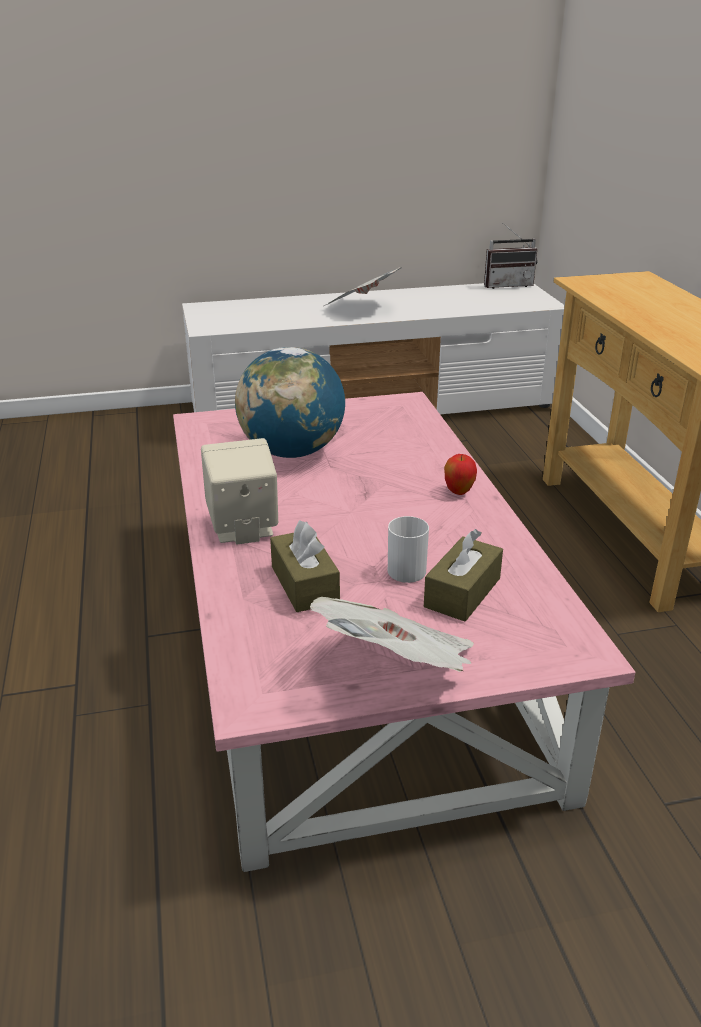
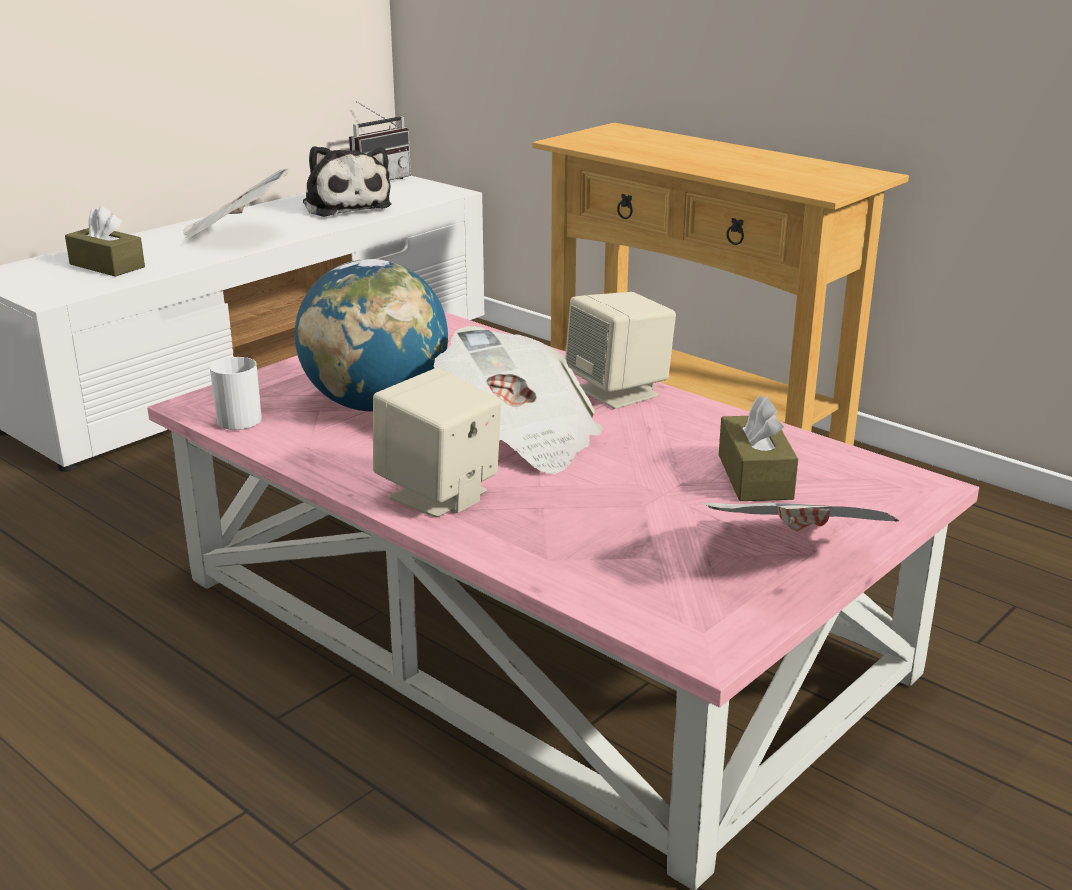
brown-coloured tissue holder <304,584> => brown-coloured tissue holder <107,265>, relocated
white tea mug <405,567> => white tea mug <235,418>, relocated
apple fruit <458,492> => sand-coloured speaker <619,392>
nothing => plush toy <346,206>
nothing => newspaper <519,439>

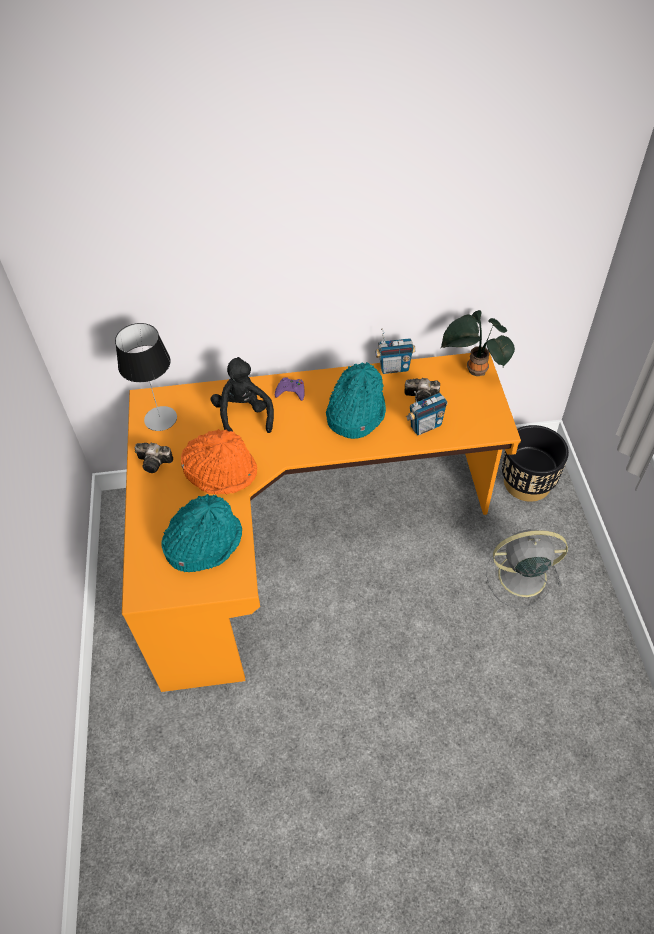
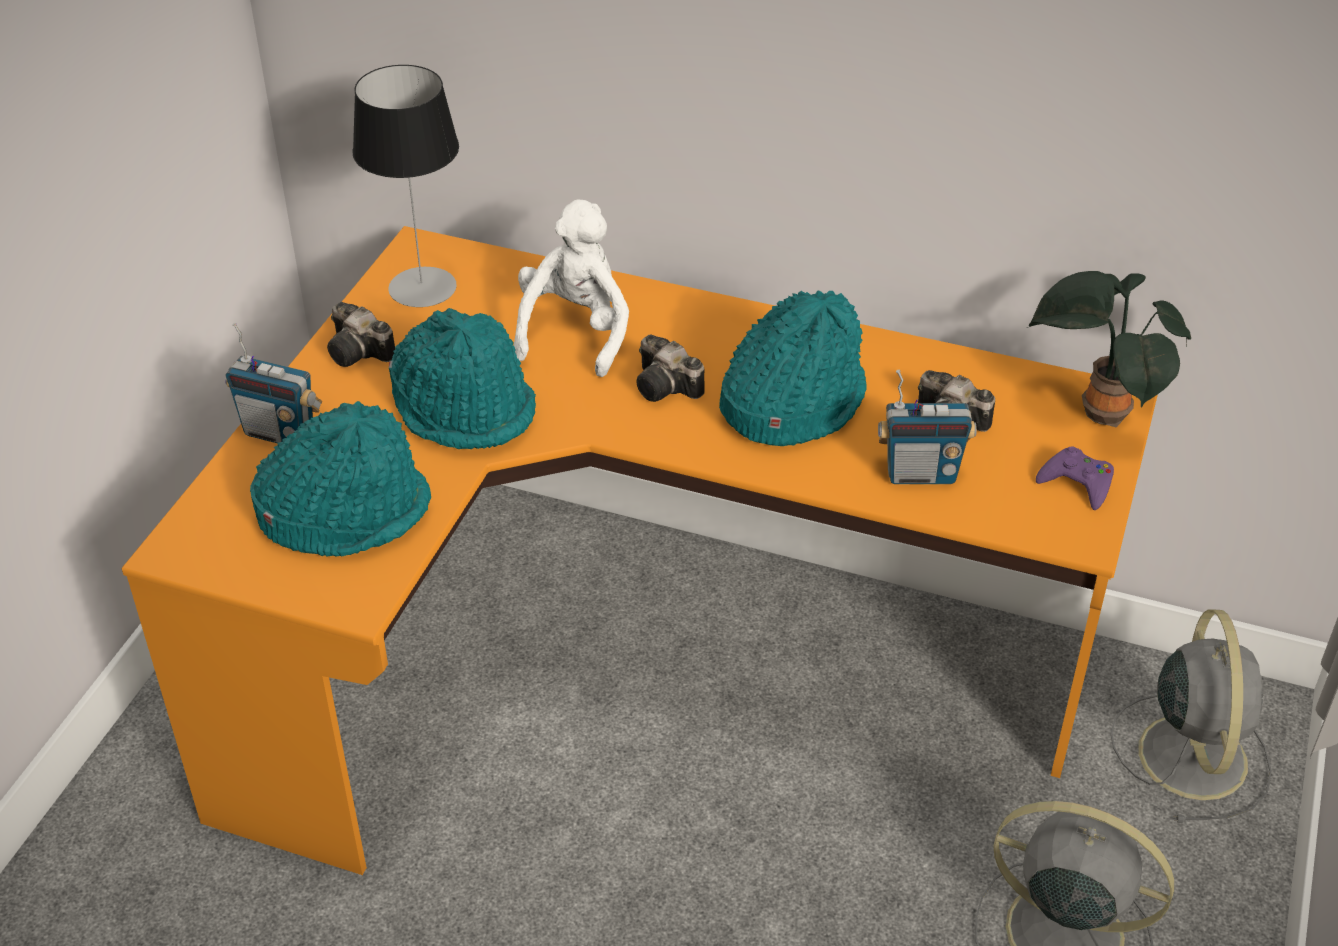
orangey clothing hat <221,471> => turquoise-coloured clothing hat <465,408>
black plush toy <244,415> => white plush toy <575,333>
purplish game controller <291,391> => purplish game controller <1077,483>, relocated
radio receiver <394,368> => radio receiver <280,433>, relocated
black flower pot <527,483> => grey electric fan <1191,753>
nothing => photo camera <668,387>

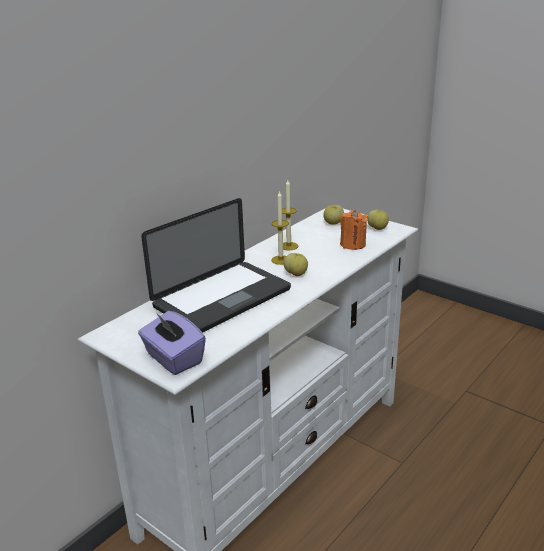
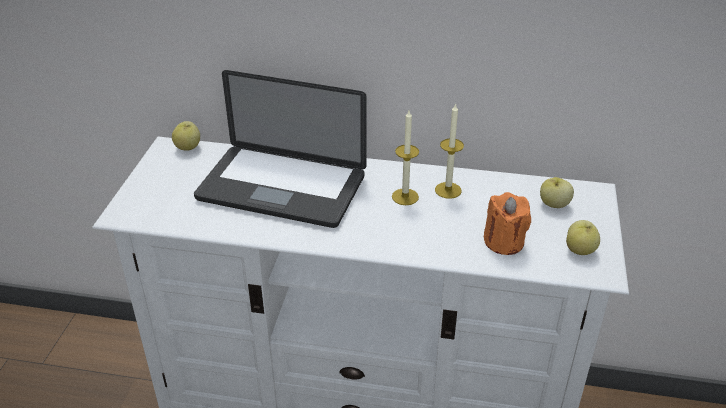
purplish tissue holder <173,359> => nothing
apple fruit <296,274> => apple fruit <188,147>, relocated

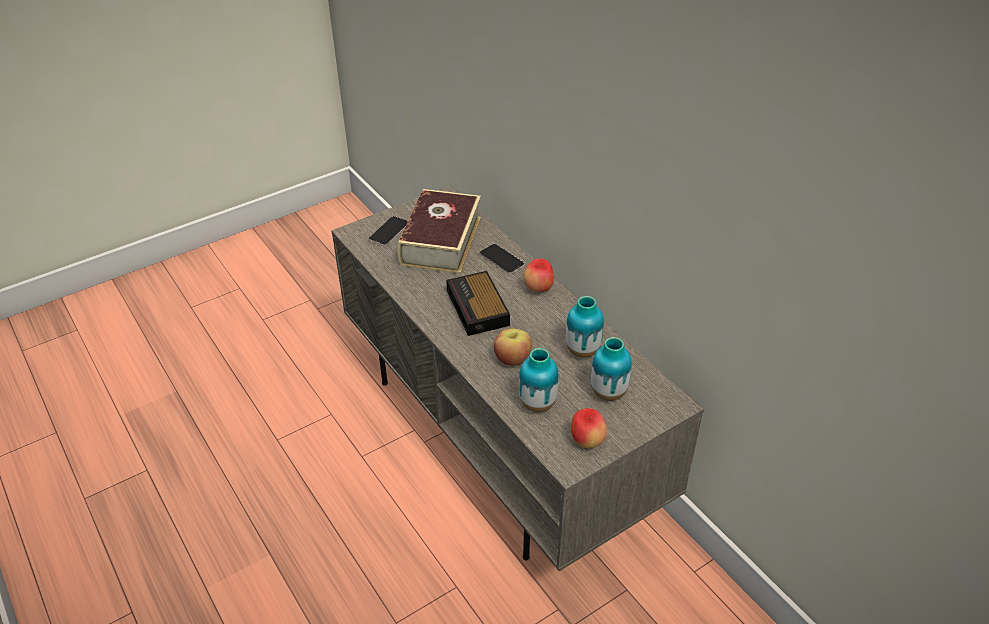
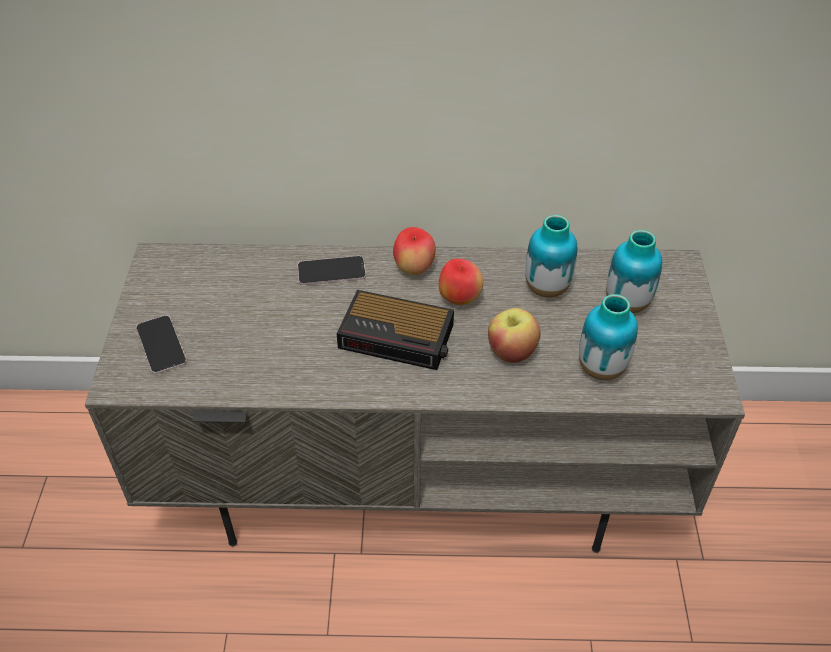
bound book <441,241> => nothing
apple fruit <587,441> => apple fruit <459,299>, relocated

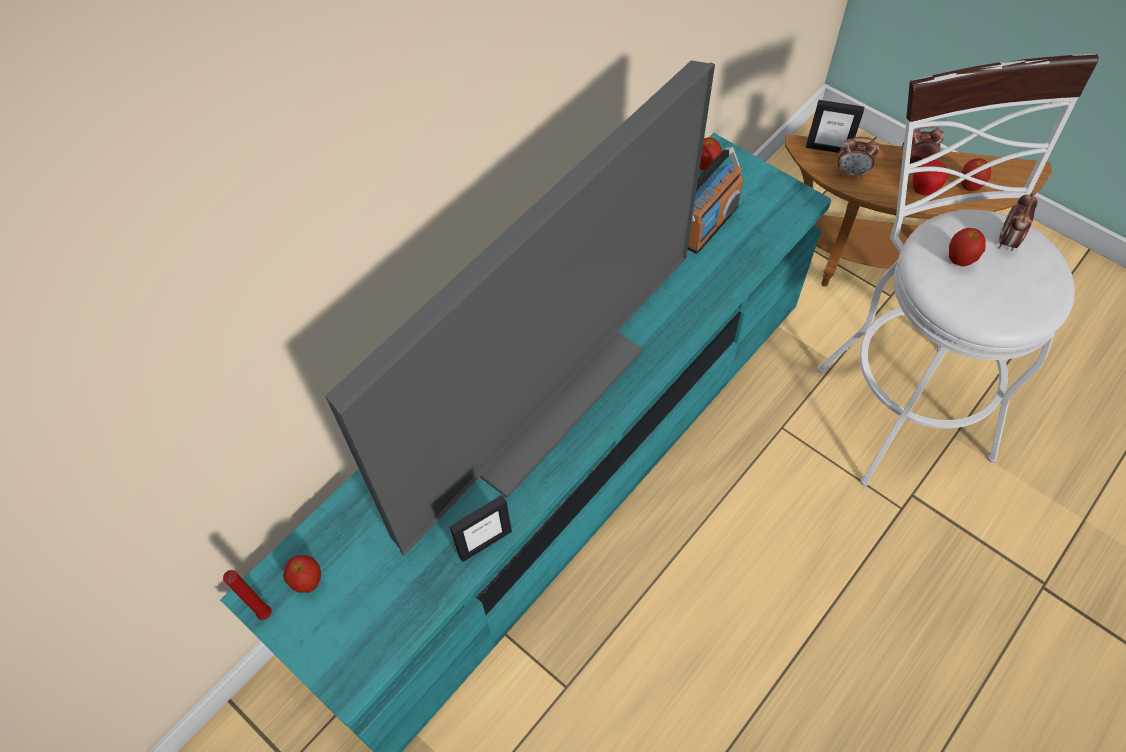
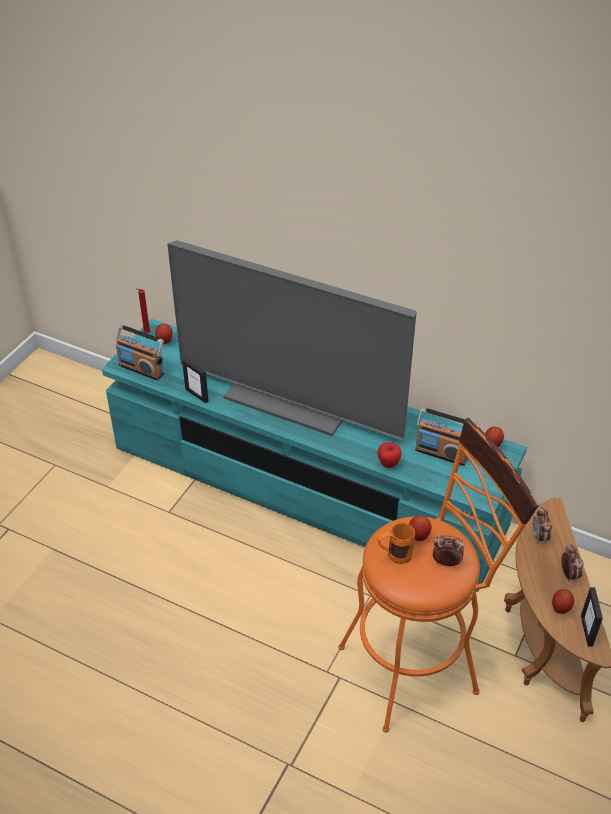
standing frame <827,148> => standing frame <587,631>, relocated
white sitting stool <897,399> => orangey sitting stool <418,664>
apple fruit <923,190> => apple fruit <388,464>, relocated
nothing => radio receiver <141,369>
nothing => orangey tea mug <394,556>

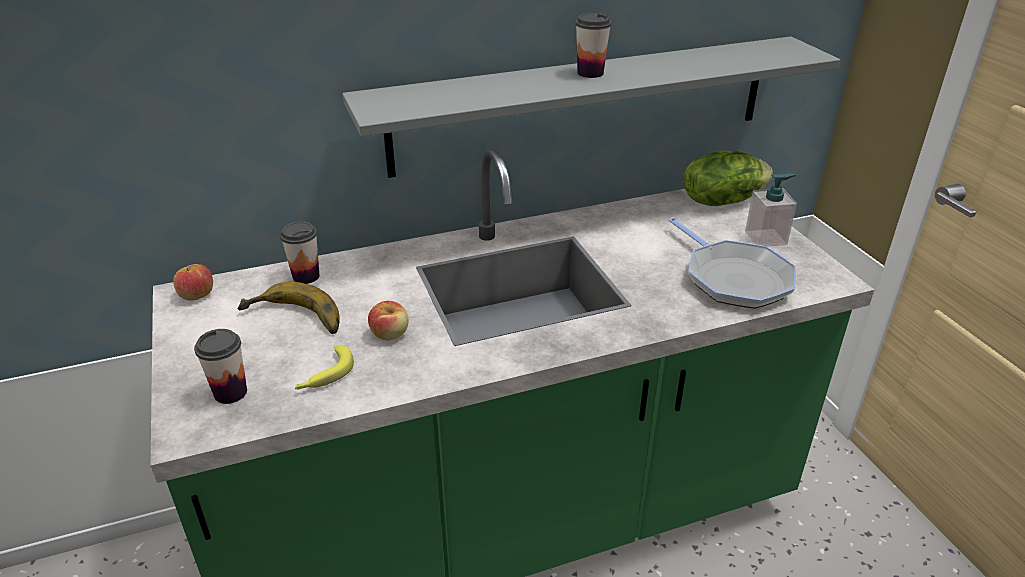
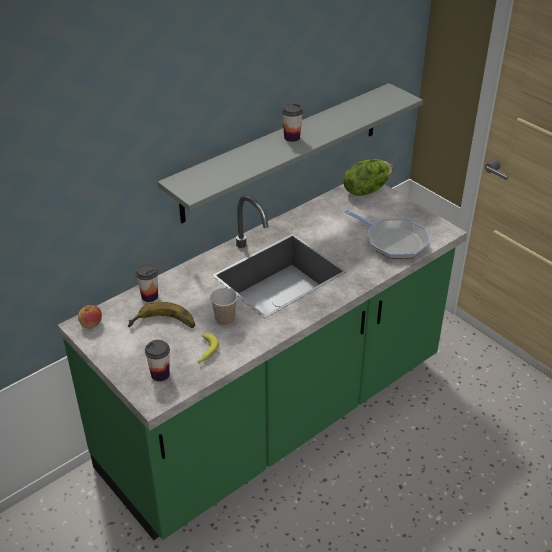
apple fruit <390,333> => drinking cup <225,319>
soap bottle <766,238> => nothing

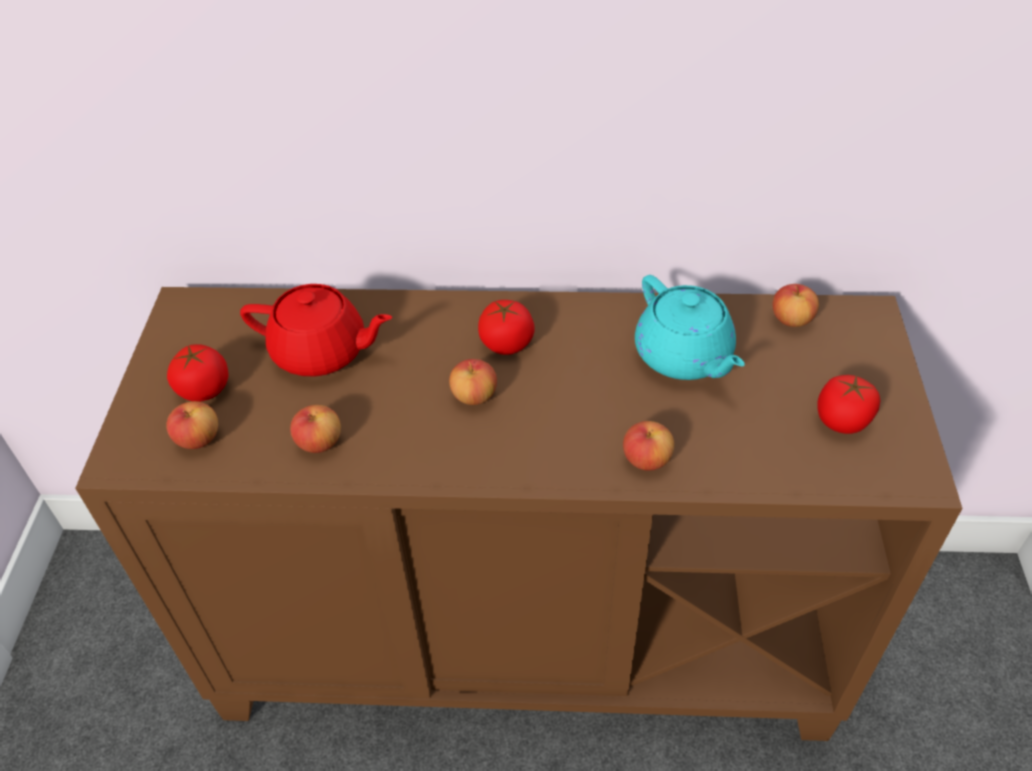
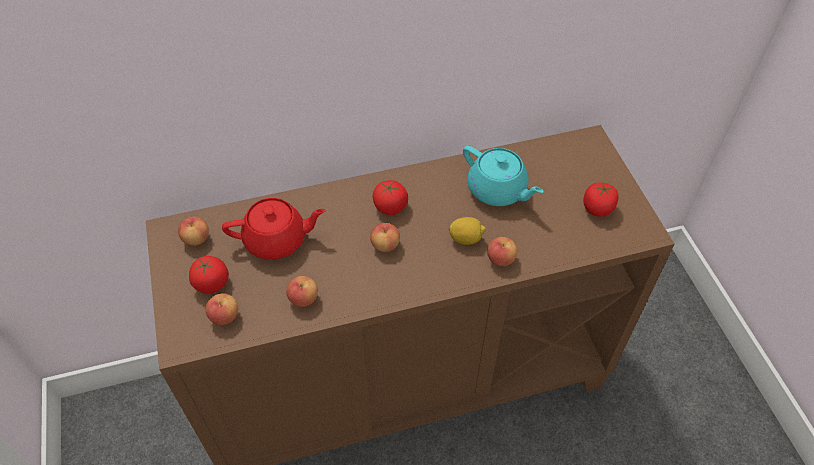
apple fruit <791,319> => apple fruit <196,239>, relocated
nothing => citrus fruit <466,239>

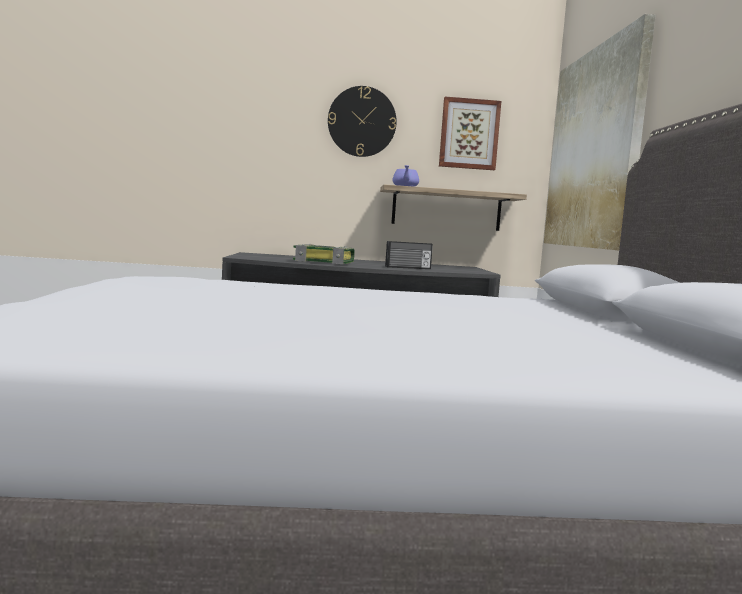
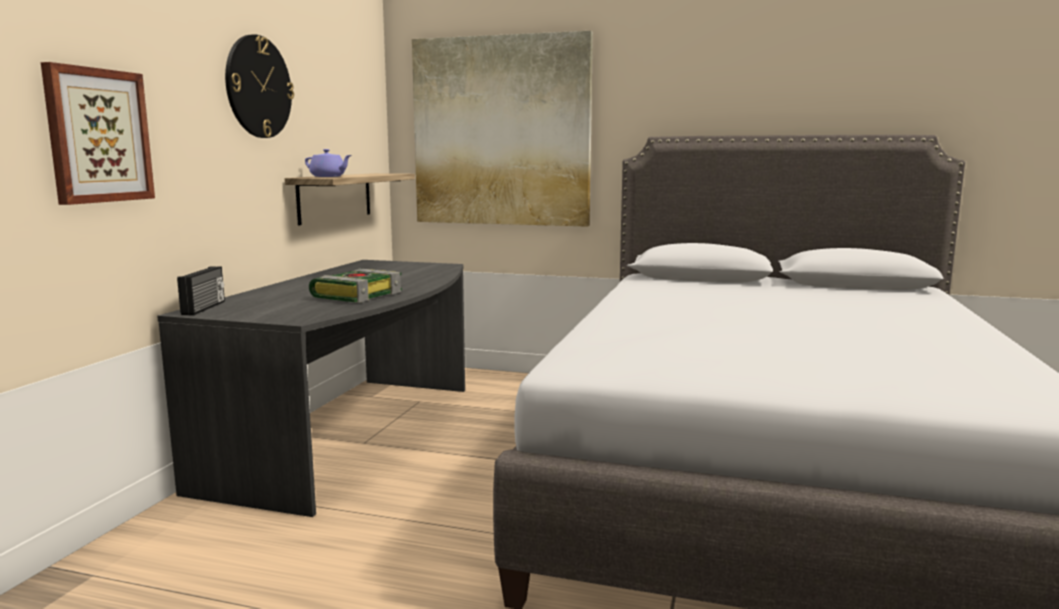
radio receiver <408,268> => radio receiver <205,308>, relocated
wall picture <469,134> => wall picture <98,136>, relocated

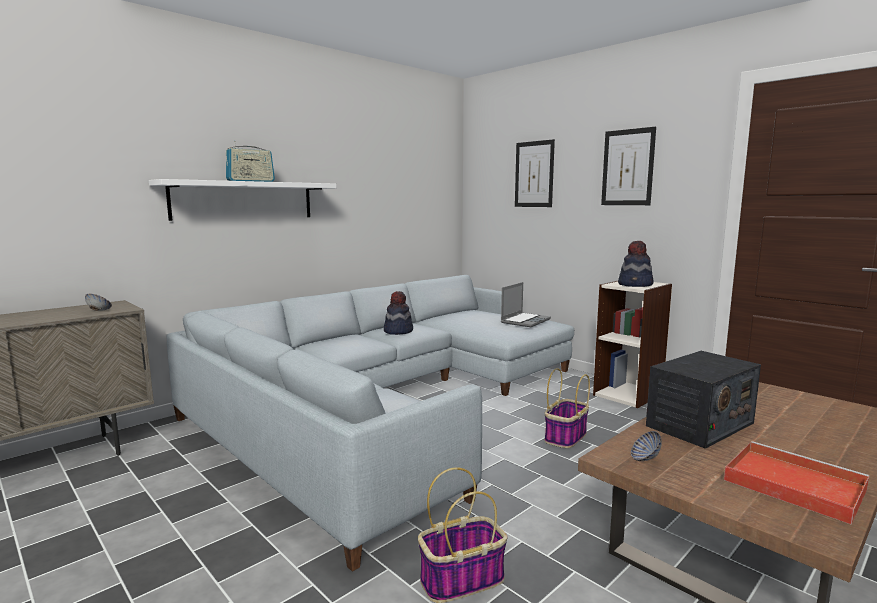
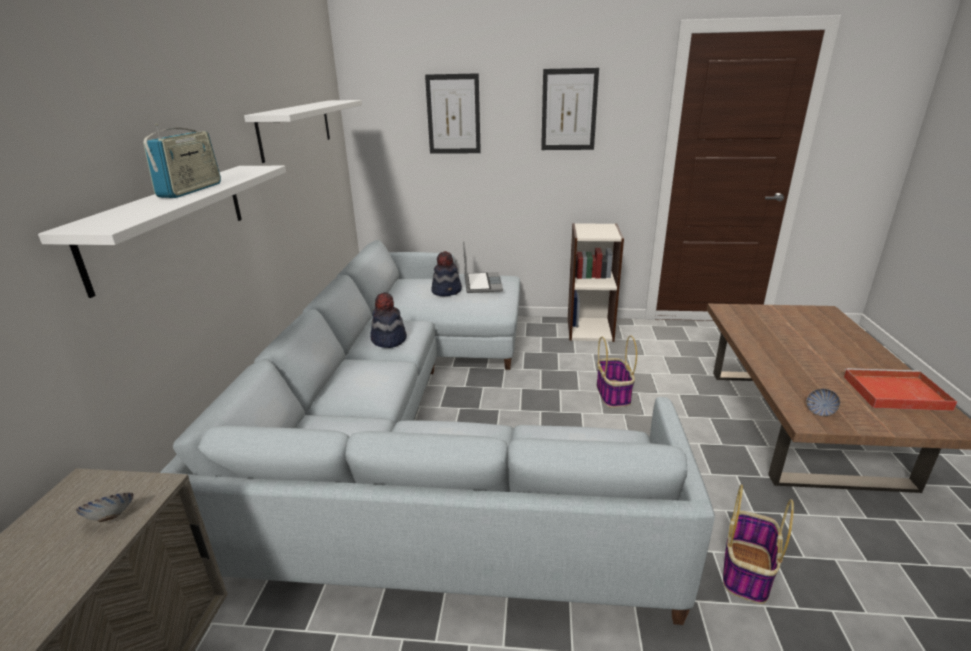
clothing hat <635,285> => clothing hat <447,291>, relocated
radio receiver <699,424> => nothing
nothing => white shelf <296,128>

